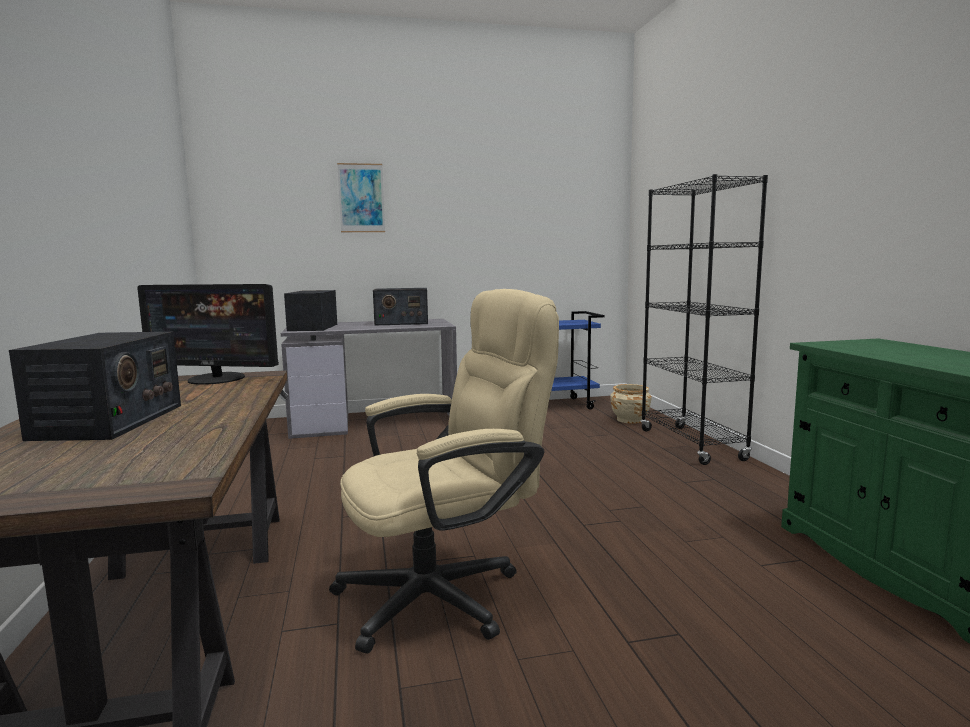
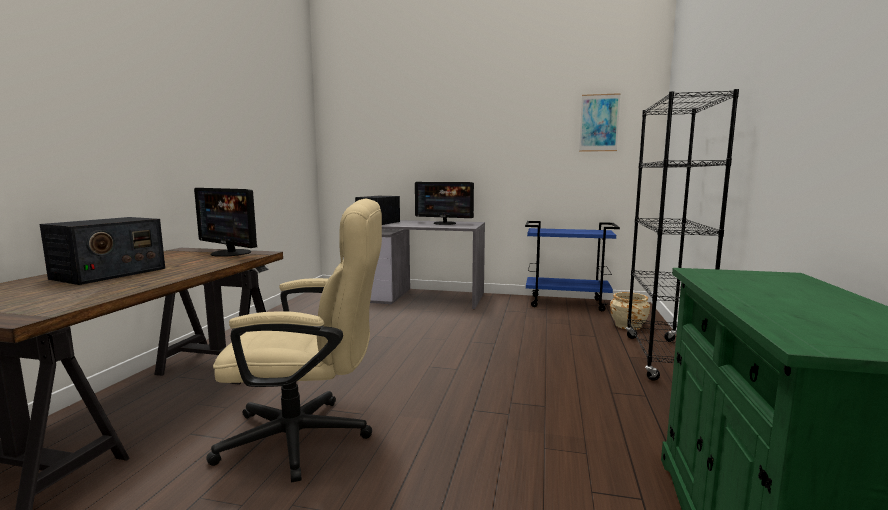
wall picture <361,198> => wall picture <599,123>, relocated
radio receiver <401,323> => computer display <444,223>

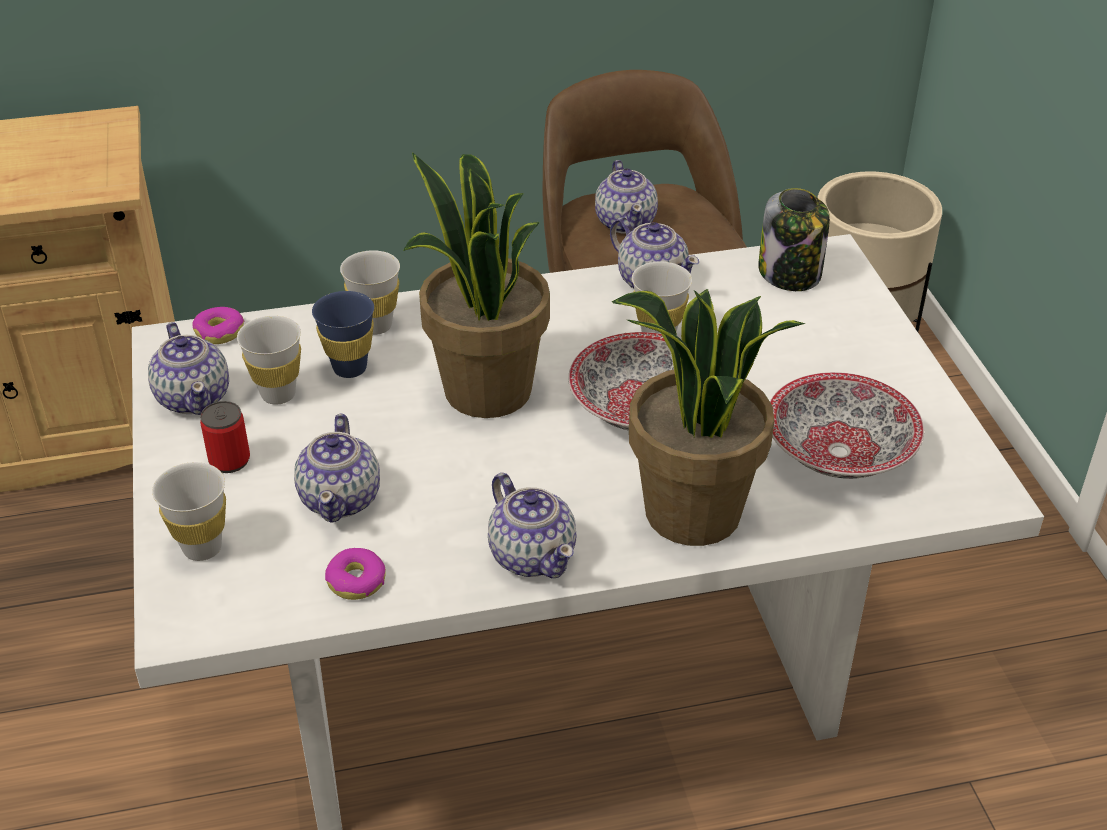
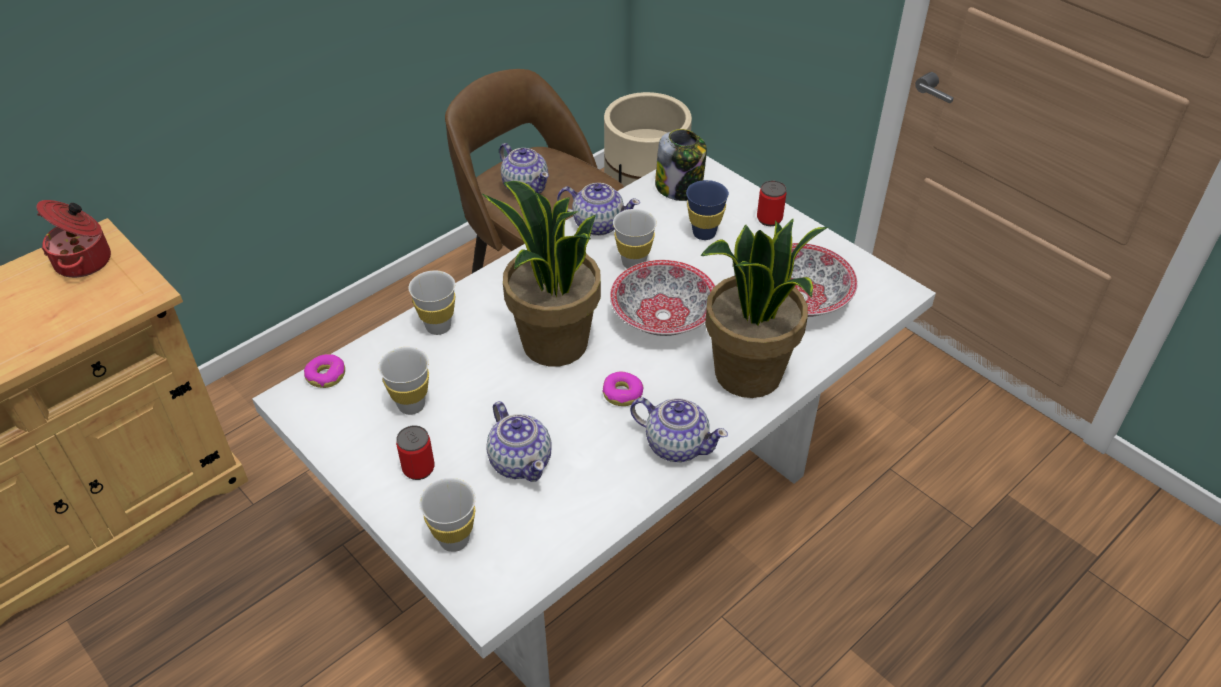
tea pot <194,397> => nothing
bluish drinking cup <350,368> => bluish drinking cup <704,233>, relocated
doughnut <356,581> => doughnut <622,393>, relocated
nothing => stockpot <85,261>
nothing => can <769,219>

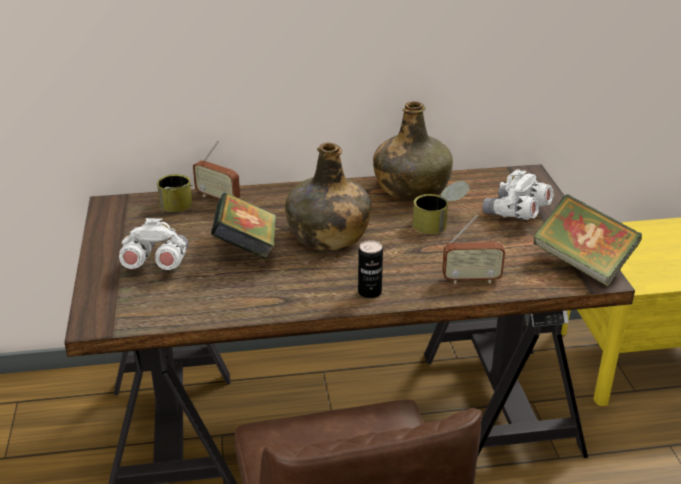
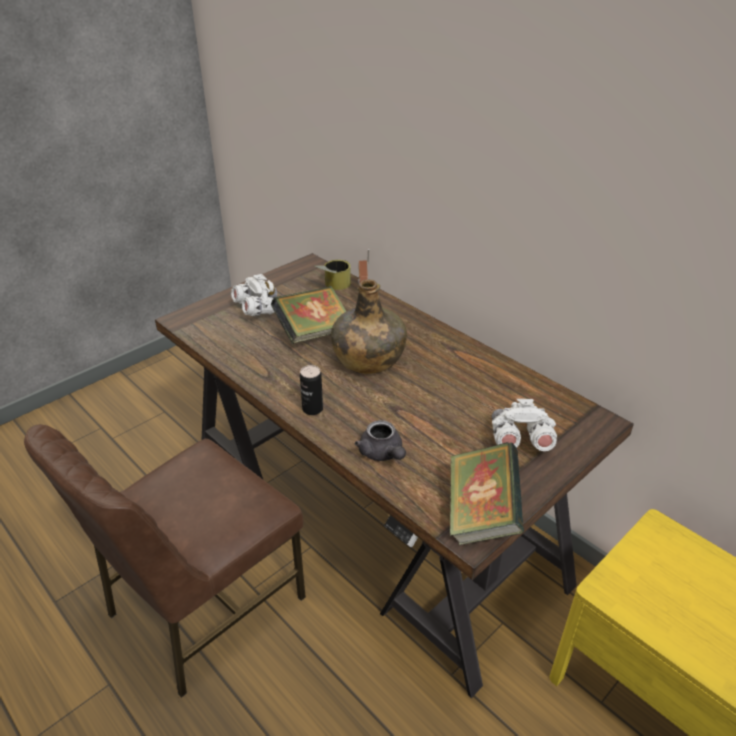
green drink bottle <411,188> => nothing
can <439,223> => nothing
radio receiver <471,279> => grey tea pot <382,454>

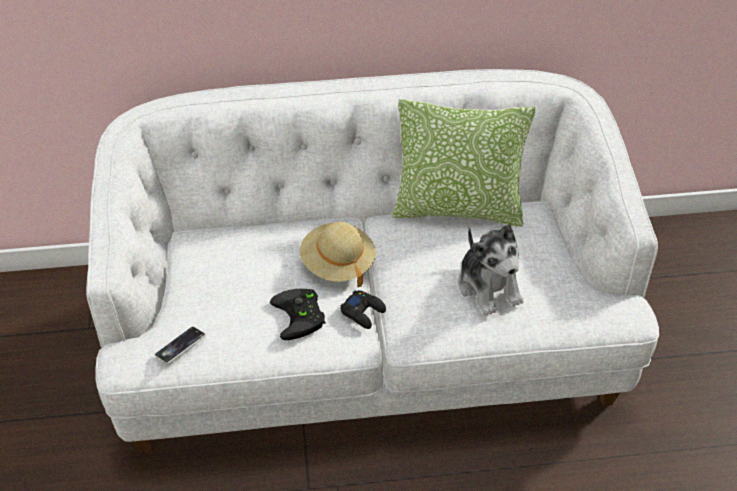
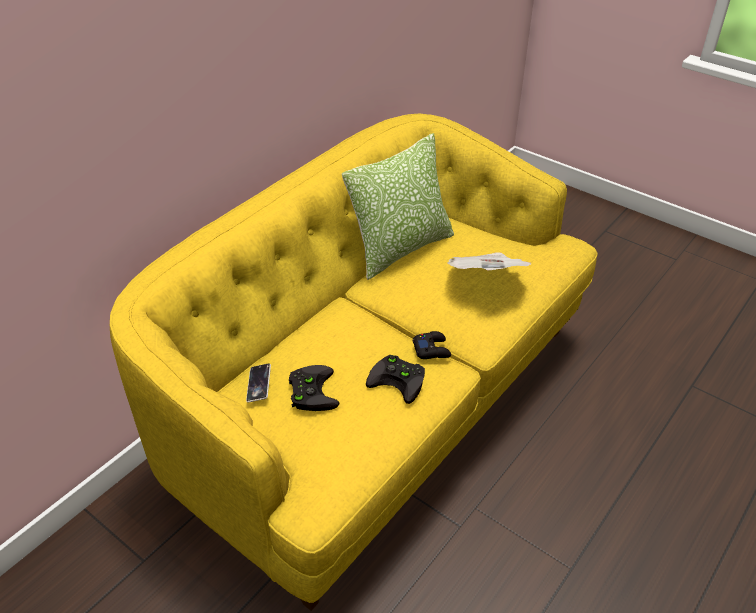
white settee <369,342> => yellowish settee <378,402>
telephone <180,347> => telephone <259,385>, relocated
sand-coloured clothing hat <337,264> => nothing
plush toy <489,286> => newspaper <486,279>
nothing => black game controller <311,390>

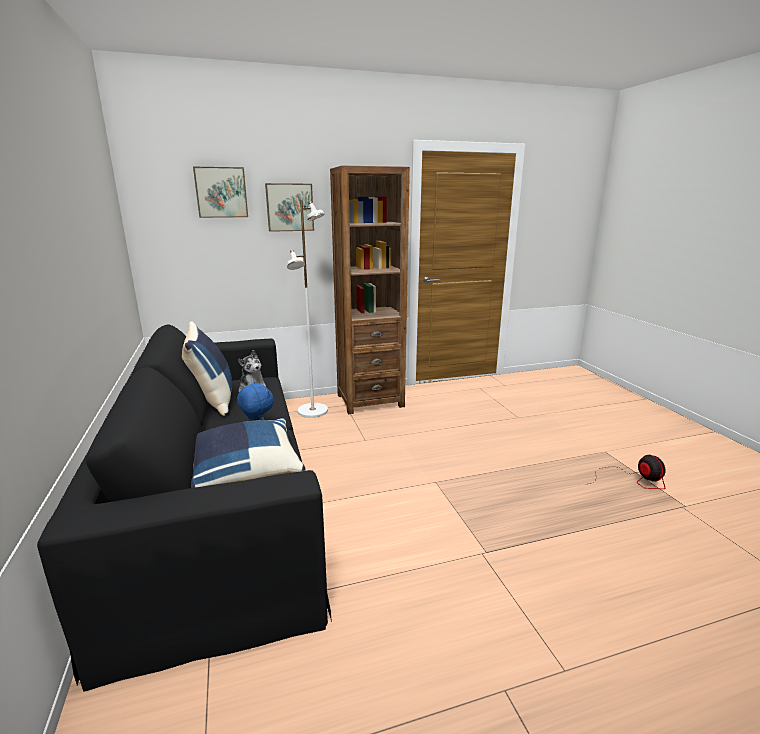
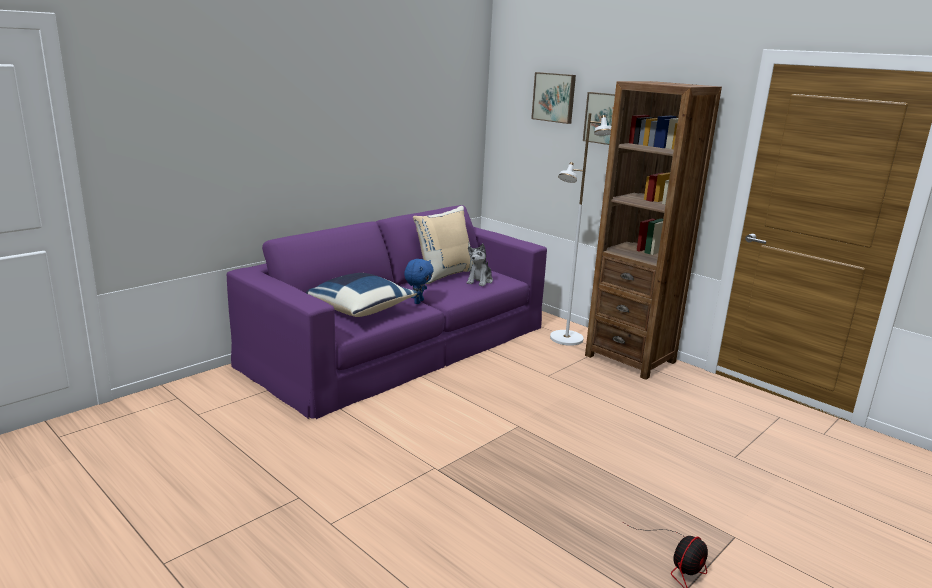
black settee <218,498> => purplish settee <400,344>
bluish throw pillow <212,400> => sand-coloured throw pillow <445,274>

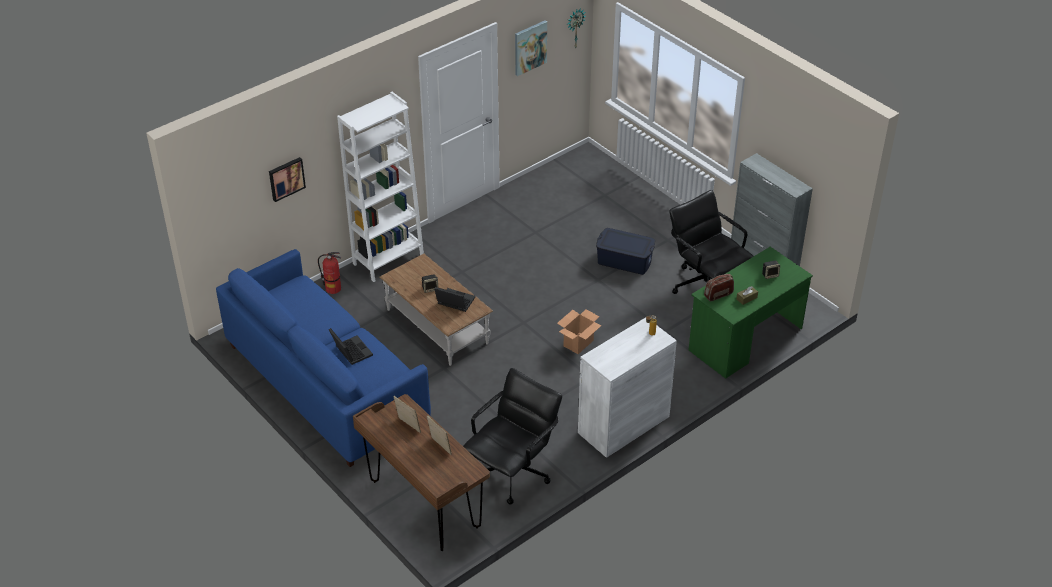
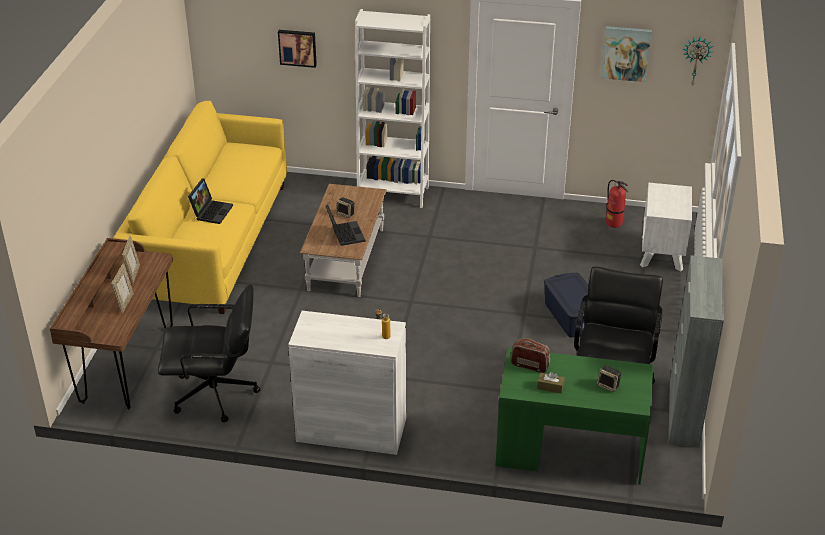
bluish settee <325,384> => yellowish settee <211,241>
fire extinguisher <333,289> => fire extinguisher <614,223>, relocated
carton <578,343> => nothing
nothing => white nightstand <662,253>

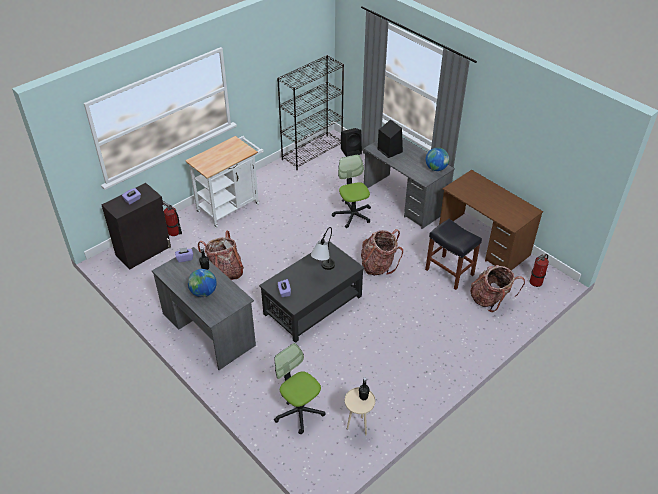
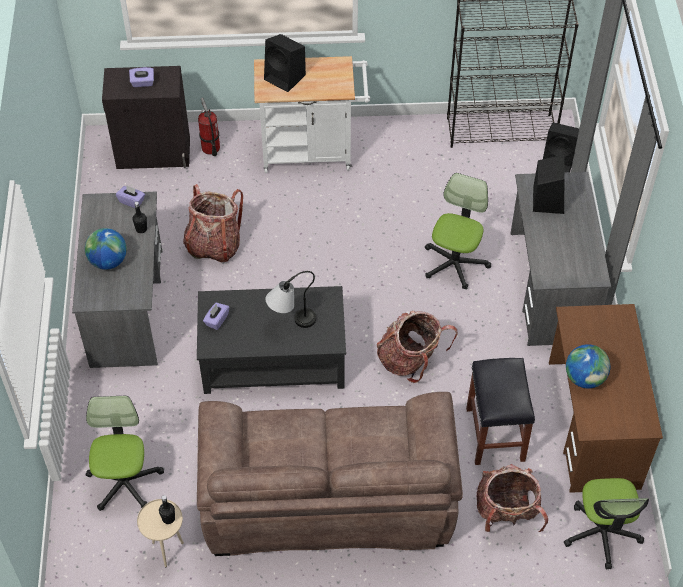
globe <436,168> => globe <584,378>, relocated
fire extinguisher <536,282> => computer chair <602,533>
nothing => brown-coloured settee <328,499>
nothing => black speaker <286,77>

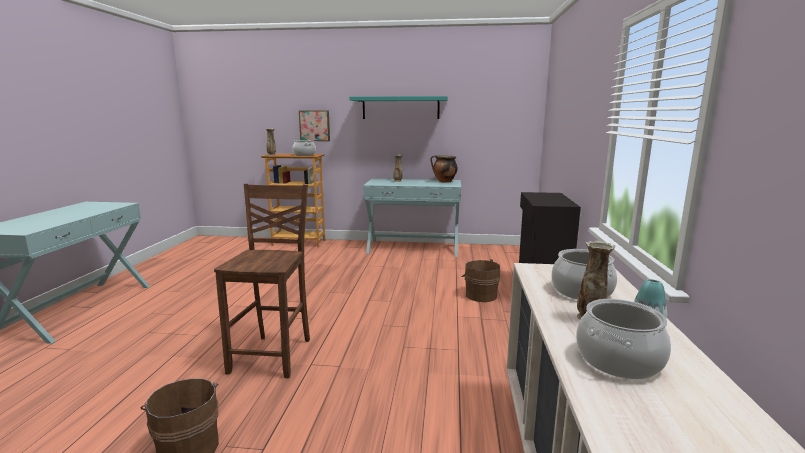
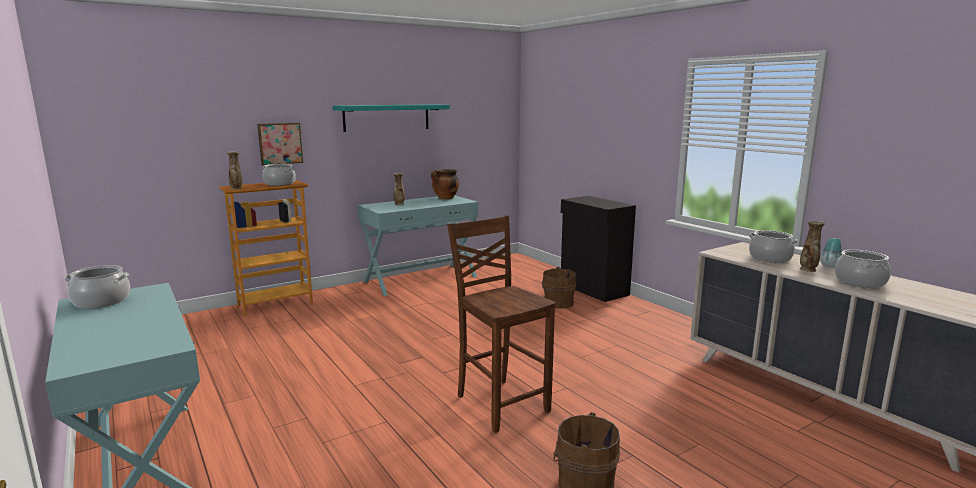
nothing => stockpot <102,301>

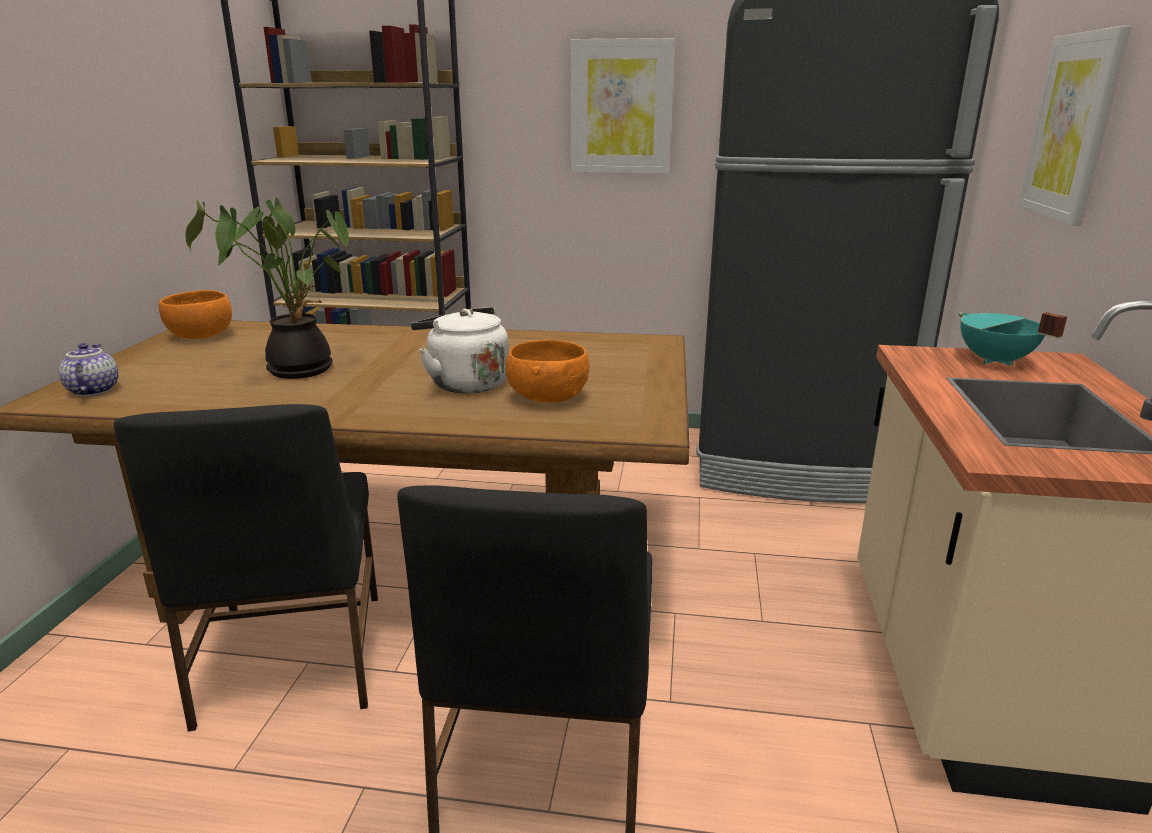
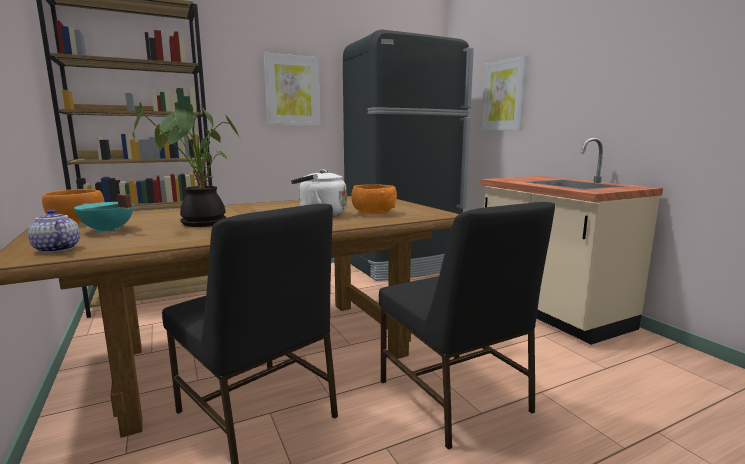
turquoise-coloured stockpot <994,361> => turquoise-coloured stockpot <107,231>, relocated

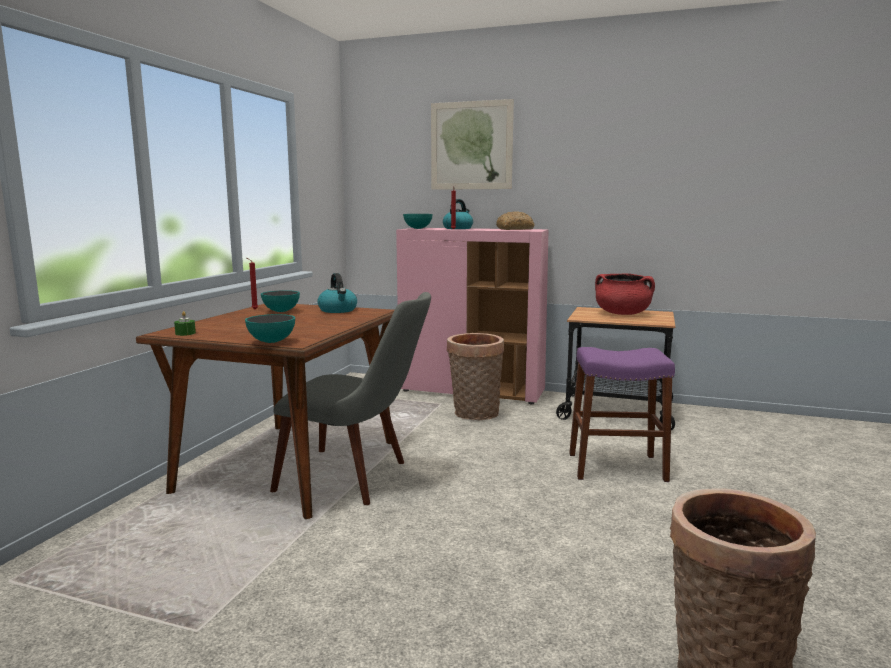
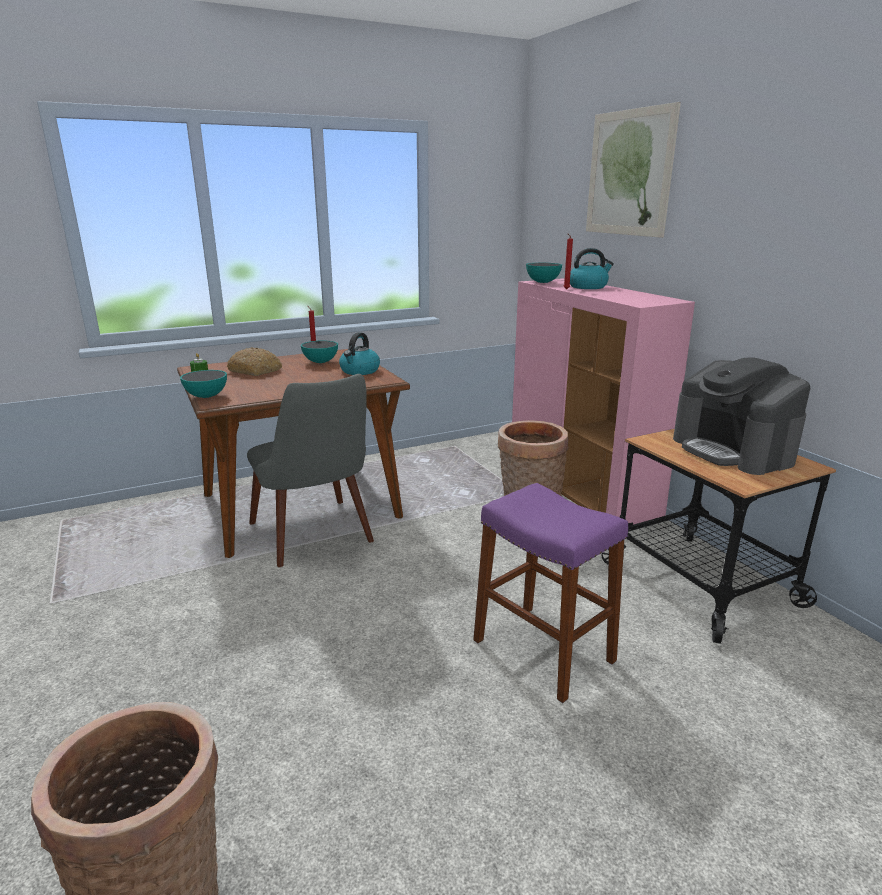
baked bread <515,229> => baked bread <256,371>, relocated
red stockpot <622,314> => coffee brewer <733,450>

